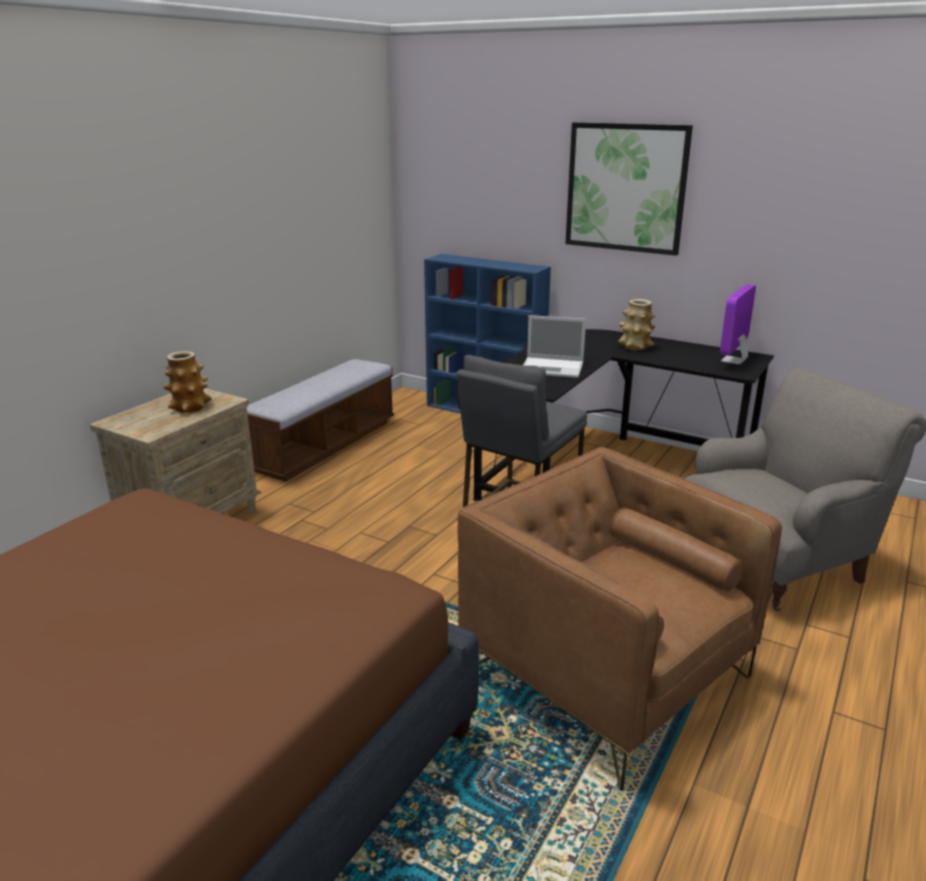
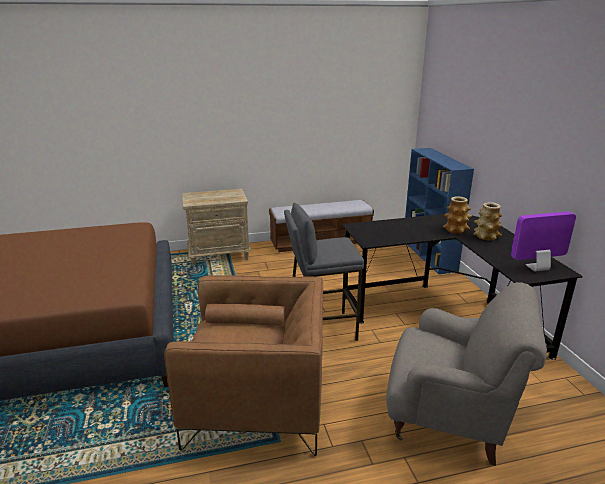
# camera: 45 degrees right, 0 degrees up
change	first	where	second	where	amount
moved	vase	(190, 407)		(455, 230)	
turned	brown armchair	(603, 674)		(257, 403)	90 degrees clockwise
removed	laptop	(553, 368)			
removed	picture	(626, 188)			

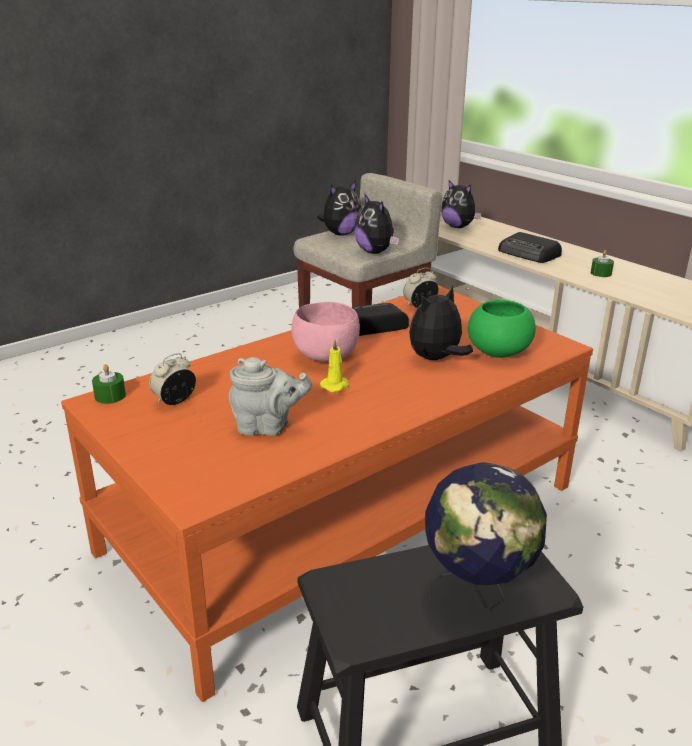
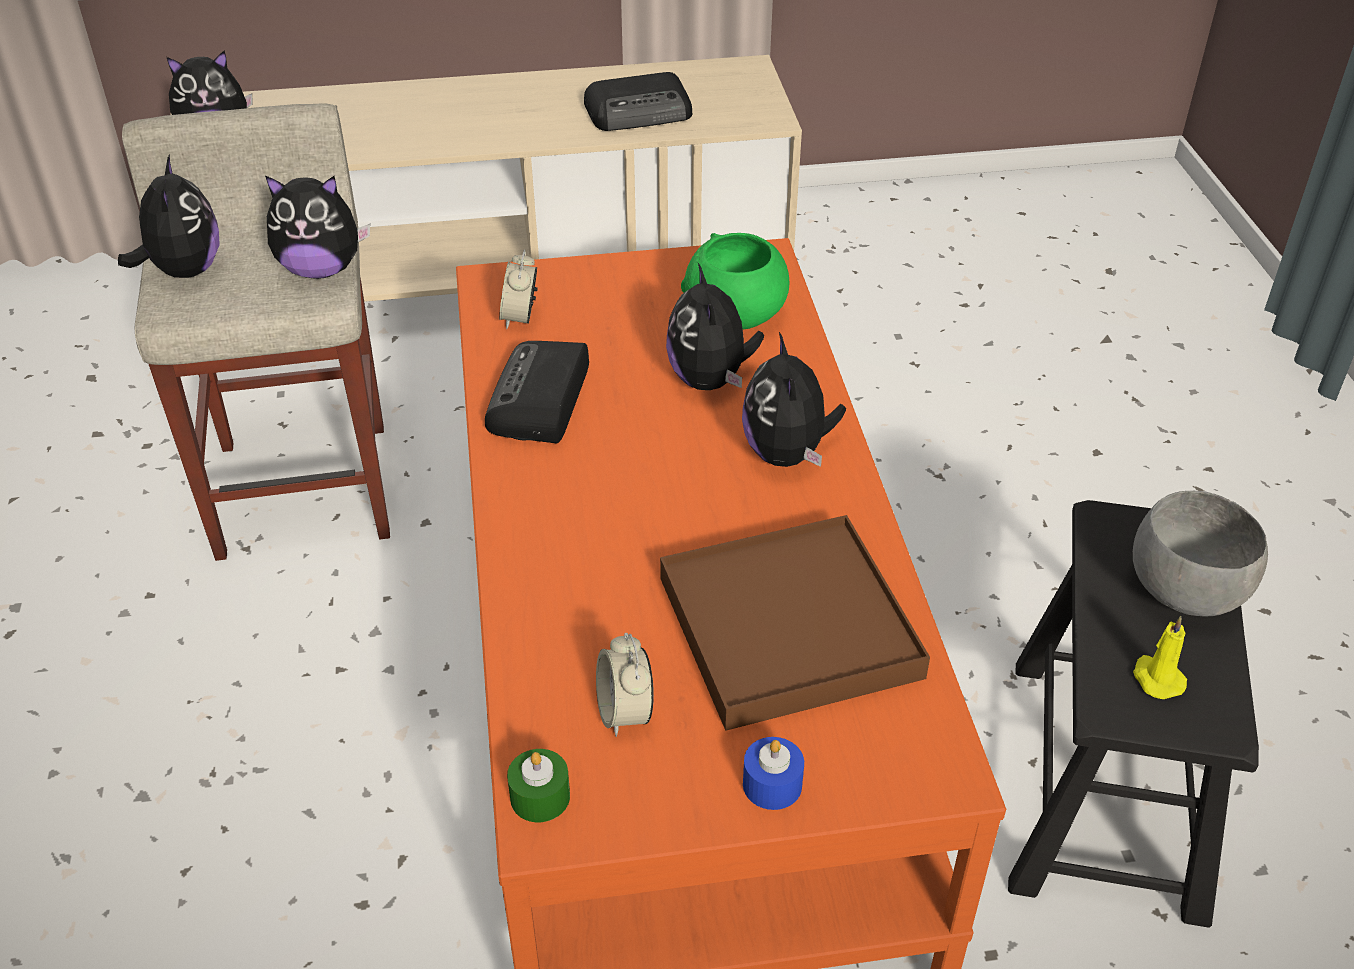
# camera: 60 degrees left, 15 degrees up
change	first	where	second	where	amount
replaced	grey teapot	(267, 427)	brown tray	(788, 628)	
removed	pink bowl	(326, 356)			
moved	yellow candle	(335, 385)		(1156, 678)	
replaced	globe	(477, 593)	grey bowl	(1184, 590)	
moved	radio	(529, 254)		(640, 112)	
removed	green candle	(601, 273)			
added			plush toy	(787, 454)	
added			blue candle	(772, 784)	

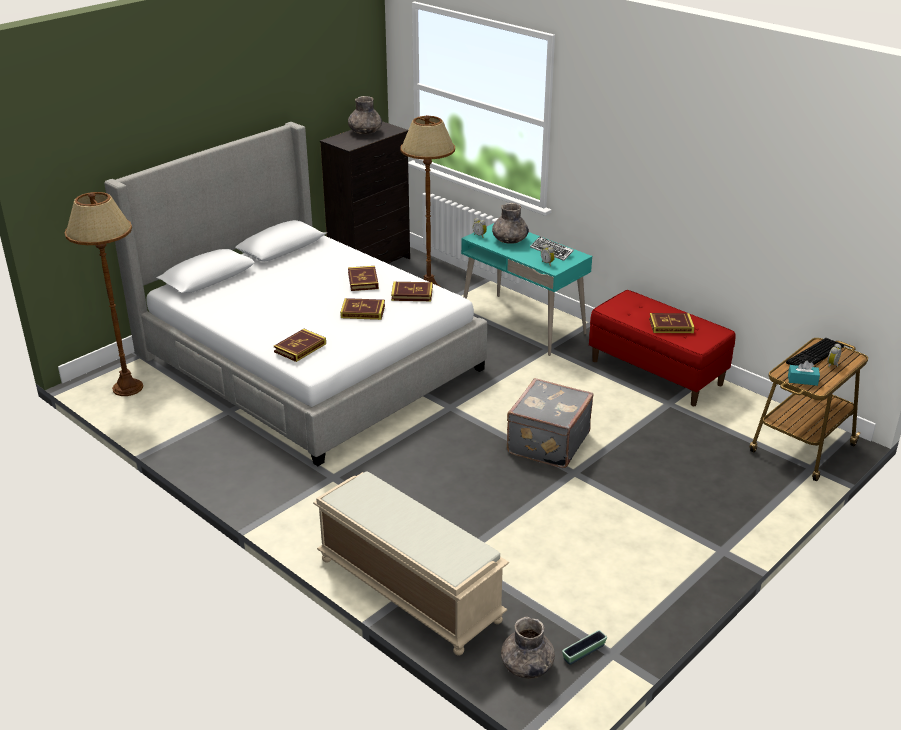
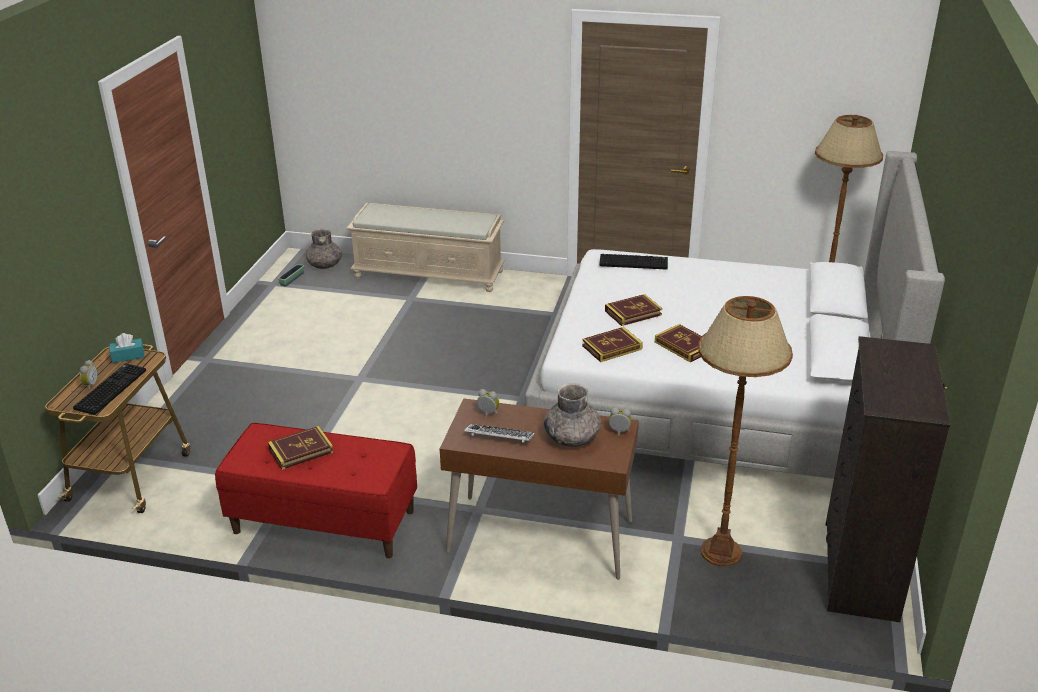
# camera: 150 degrees right, 0 degrees up
change	first	where	second	where	amount
replaced	book	(300, 348)	keyboard	(634, 262)	
removed	grey vase	(365, 132)			
recoloured	turquoise desk	(523, 324)	brown desk	(540, 537)	
removed	grey suitcase	(546, 443)			

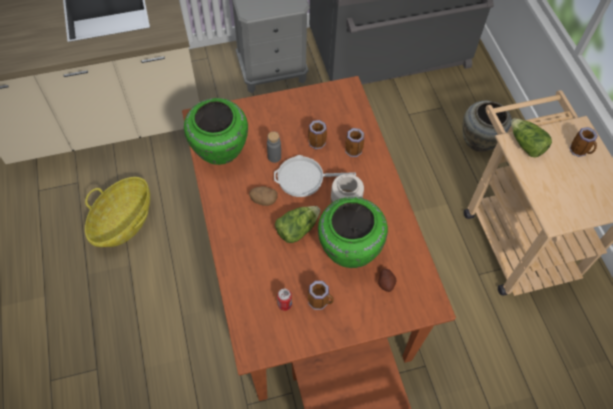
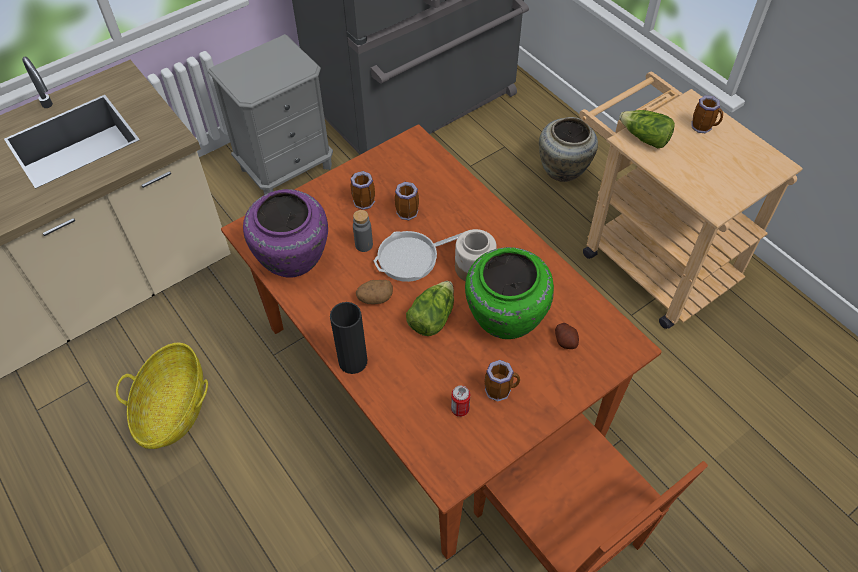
# camera: 20 degrees left, 5 degrees down
change	first	where	second	where	amount
recoloured	green vase	(219, 152)	purple vase	(293, 261)	
moved	mug	(352, 149)		(362, 201)	
added			black vase	(353, 361)	

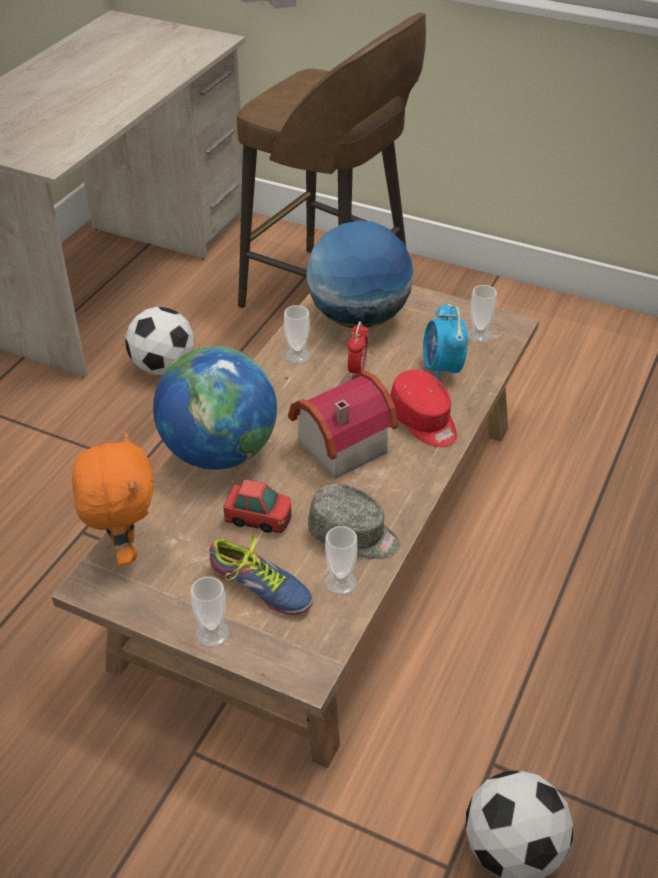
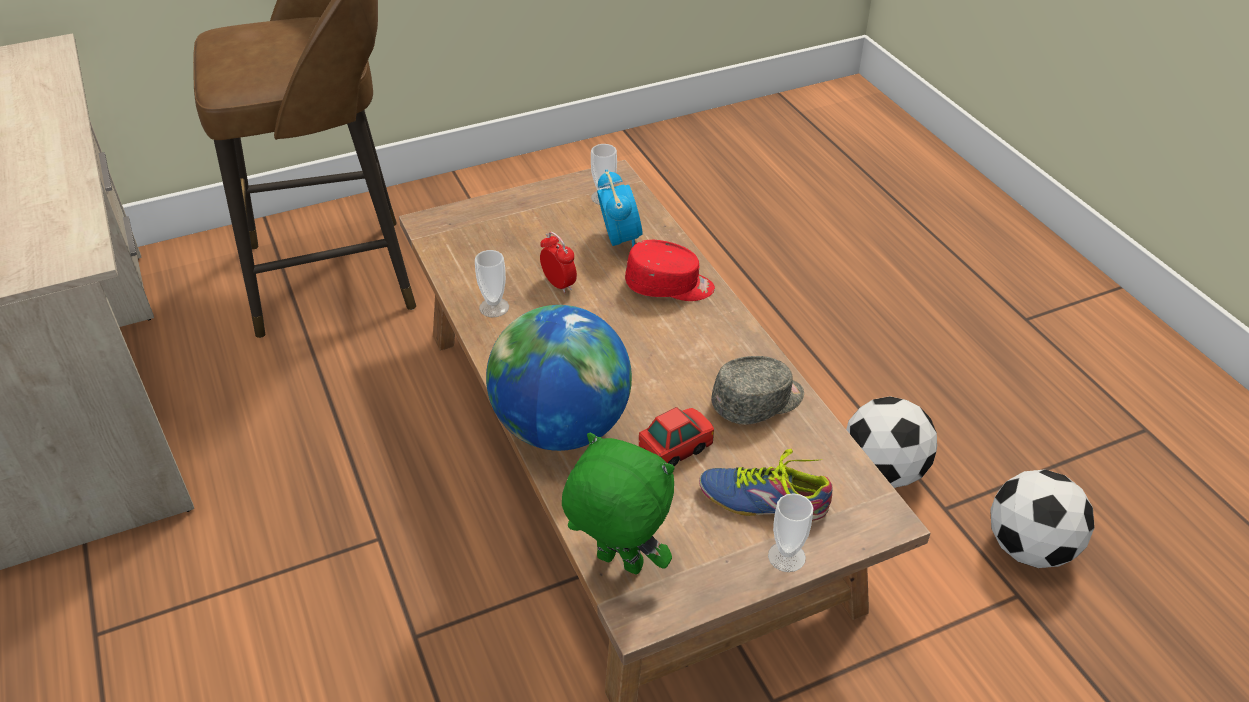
# camera: 50 degrees left, 0 degrees up
change	first	where	second	where	amount
recoloured	orange plush toy	(124, 549)	green plush toy	(617, 564)	
moved	football	(163, 367)		(883, 471)	
turned	shoe	(259, 589)		(763, 496)	150 degrees counterclockwise
removed	toy house	(337, 445)			
removed	globe	(358, 318)			
removed	cup	(340, 582)			
turned	alarm clock	(442, 369)		(620, 240)	135 degrees counterclockwise

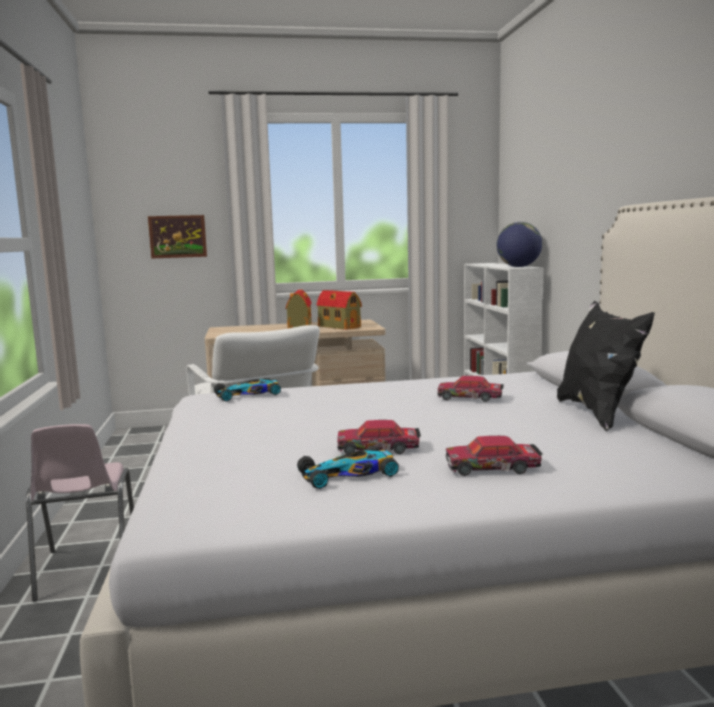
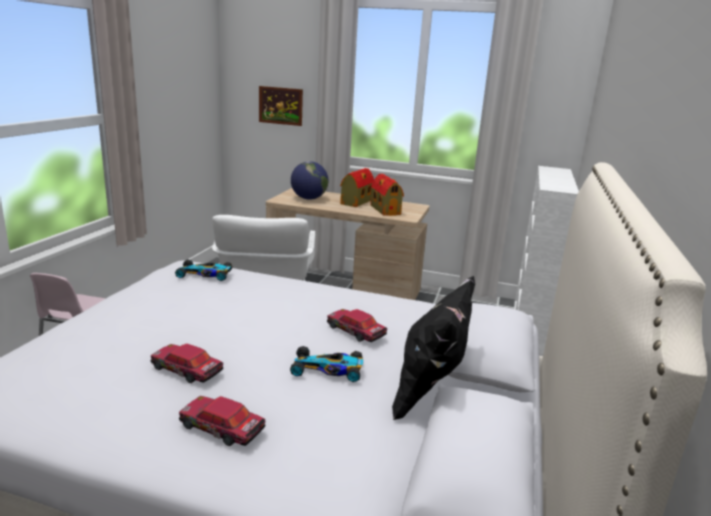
# camera: 25 degrees right, 10 degrees up
change	first	where	second	where	amount
moved	toy car	(350, 474)		(329, 369)	
moved	globe	(518, 267)		(309, 199)	

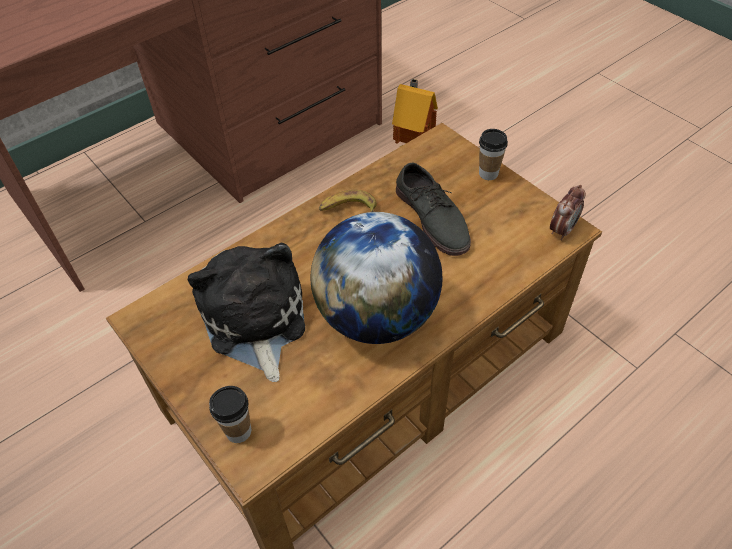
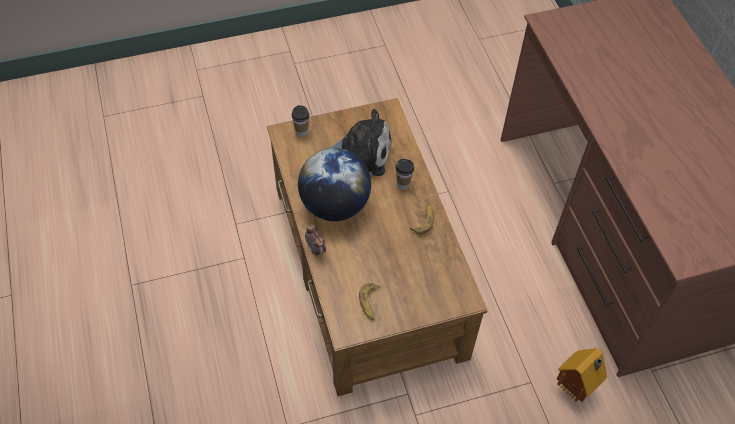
# camera: 110 degrees right, 5 degrees up
change	first	where	second	where	amount
removed	grey shoe	(433, 217)			
moved	cup	(488, 174)		(403, 184)	
moved	alarm clock	(562, 230)		(316, 250)	
added			banana	(370, 303)	

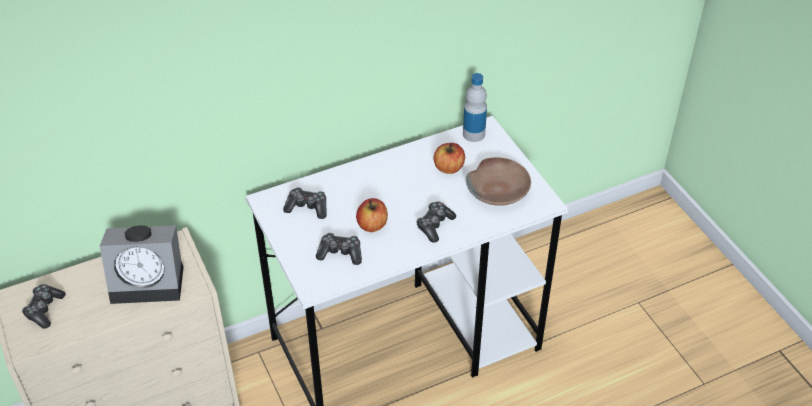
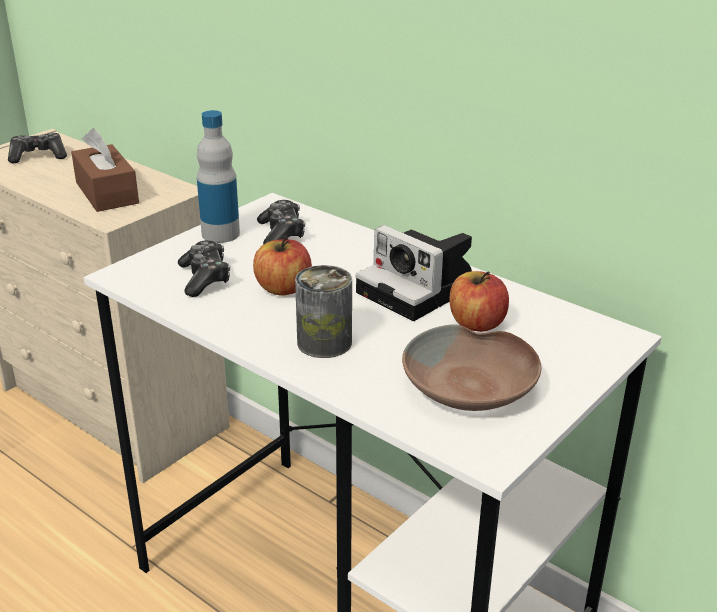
# camera: 65 degrees right, 15 degrees down
change	first	where	second	where	amount
replaced	alarm clock	(150, 281)	brown tissue box	(107, 193)	
replaced	game controller	(434, 225)	can	(324, 342)	
moved	bottle	(473, 134)		(220, 234)	
added			photo camera	(421, 290)	

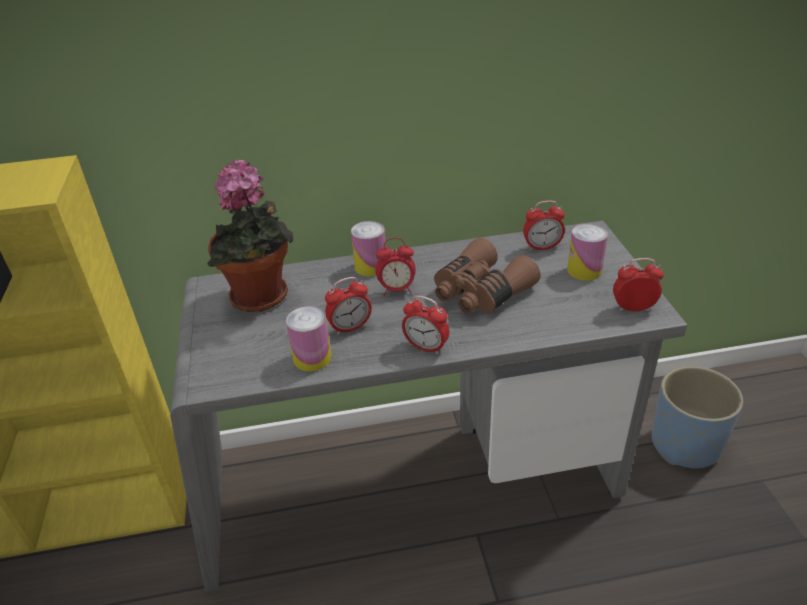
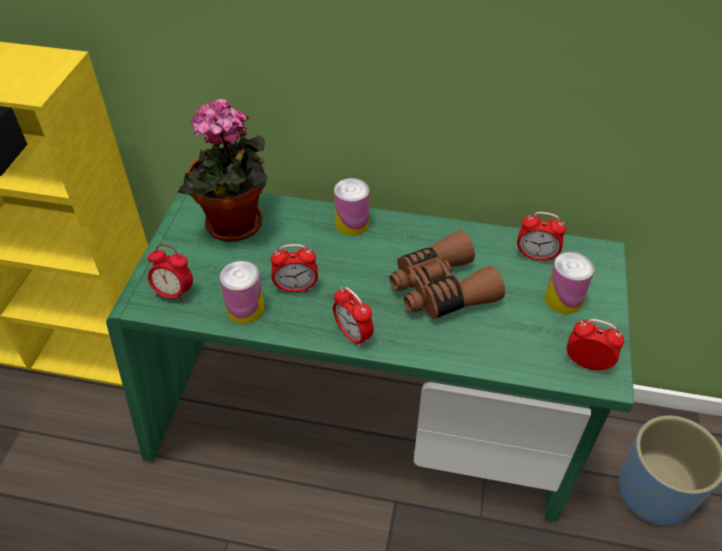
# camera: 20 degrees right, 10 degrees up
change	first	where	second	where	amount
recoloured	grey desk	(413, 484)	green desk	(361, 429)	
moved	alarm clock	(397, 290)		(174, 293)	

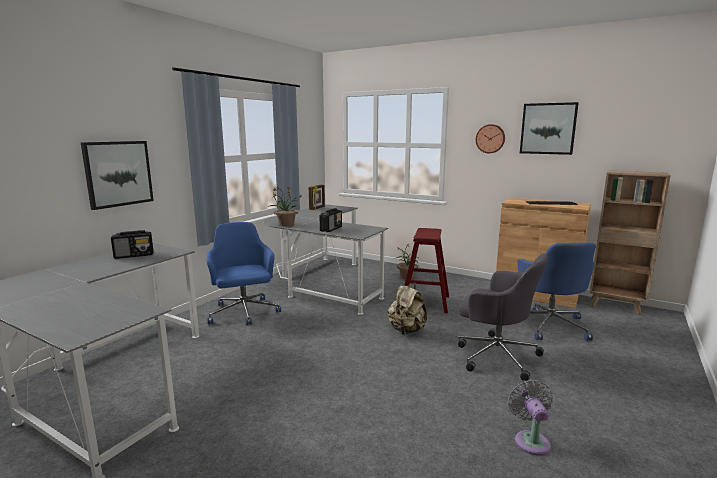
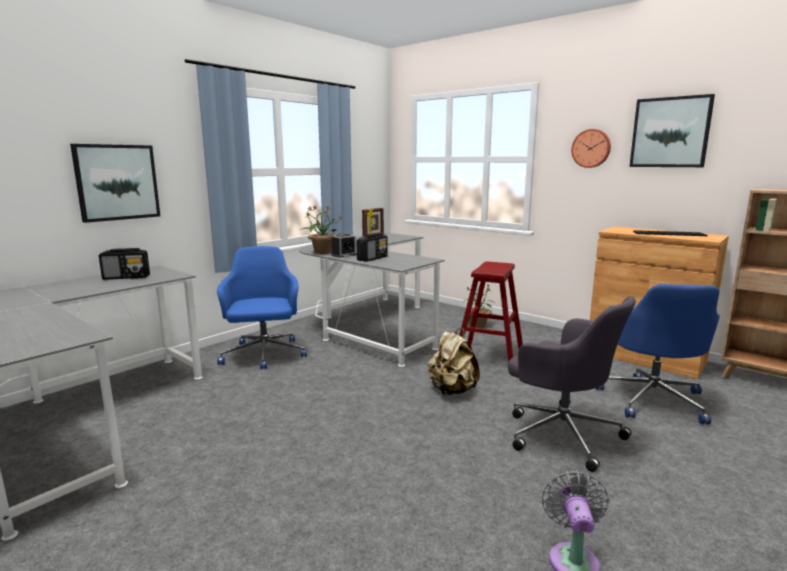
# camera: 10 degrees right, 0 degrees up
change	first	where	second	where	amount
added			alarm clock	(344, 255)	

